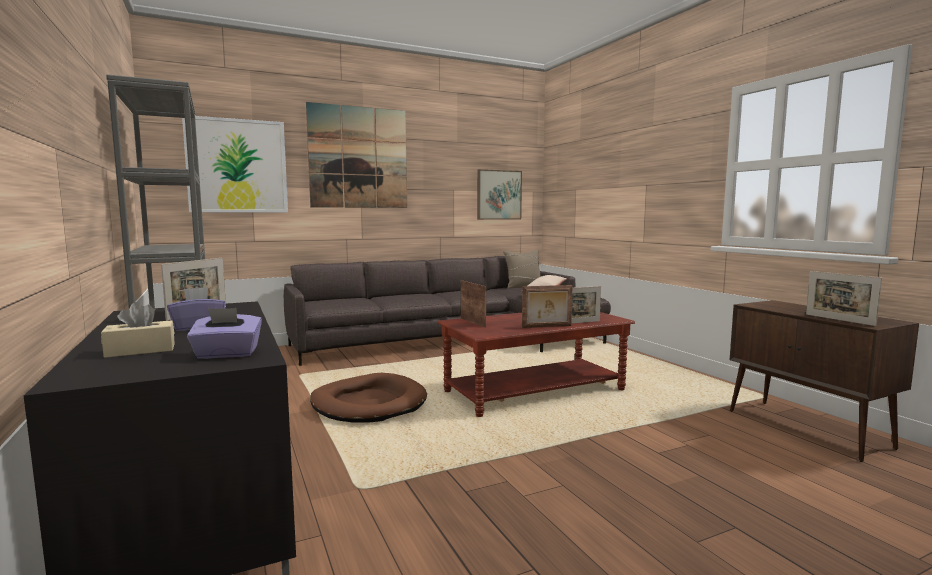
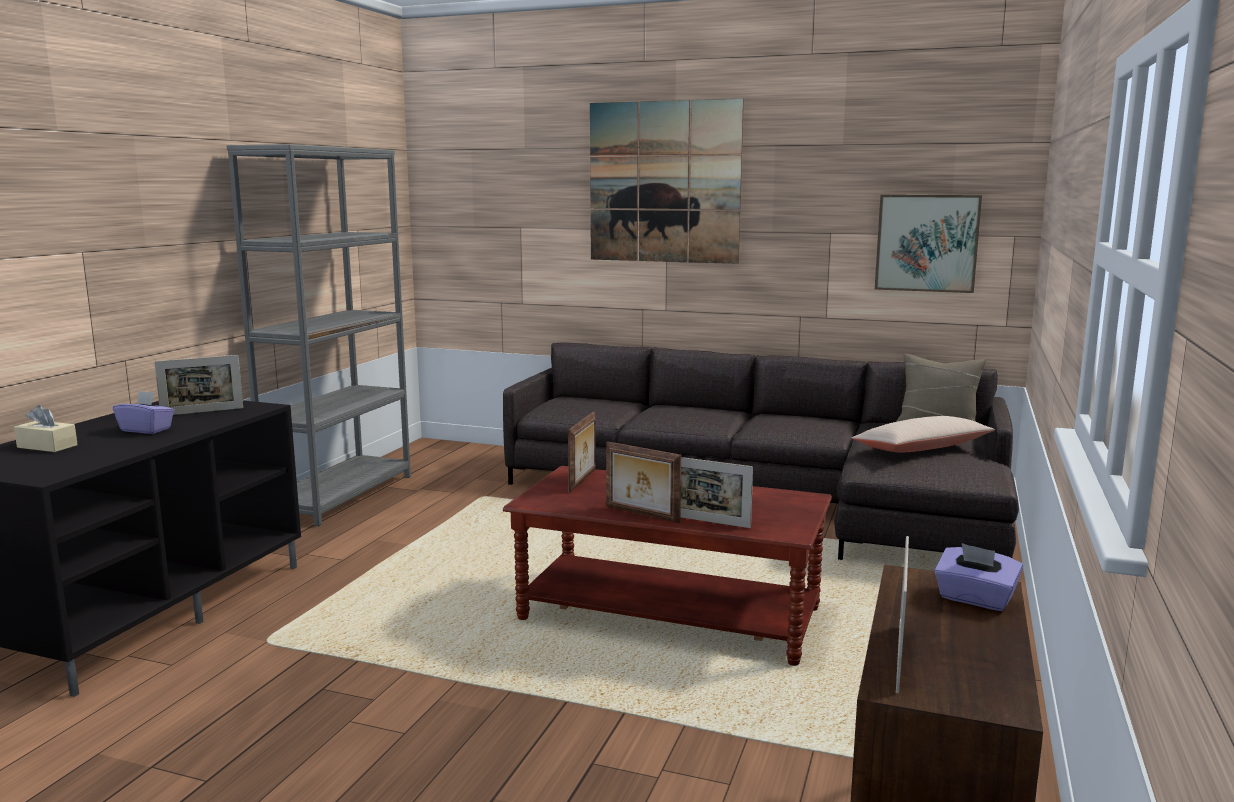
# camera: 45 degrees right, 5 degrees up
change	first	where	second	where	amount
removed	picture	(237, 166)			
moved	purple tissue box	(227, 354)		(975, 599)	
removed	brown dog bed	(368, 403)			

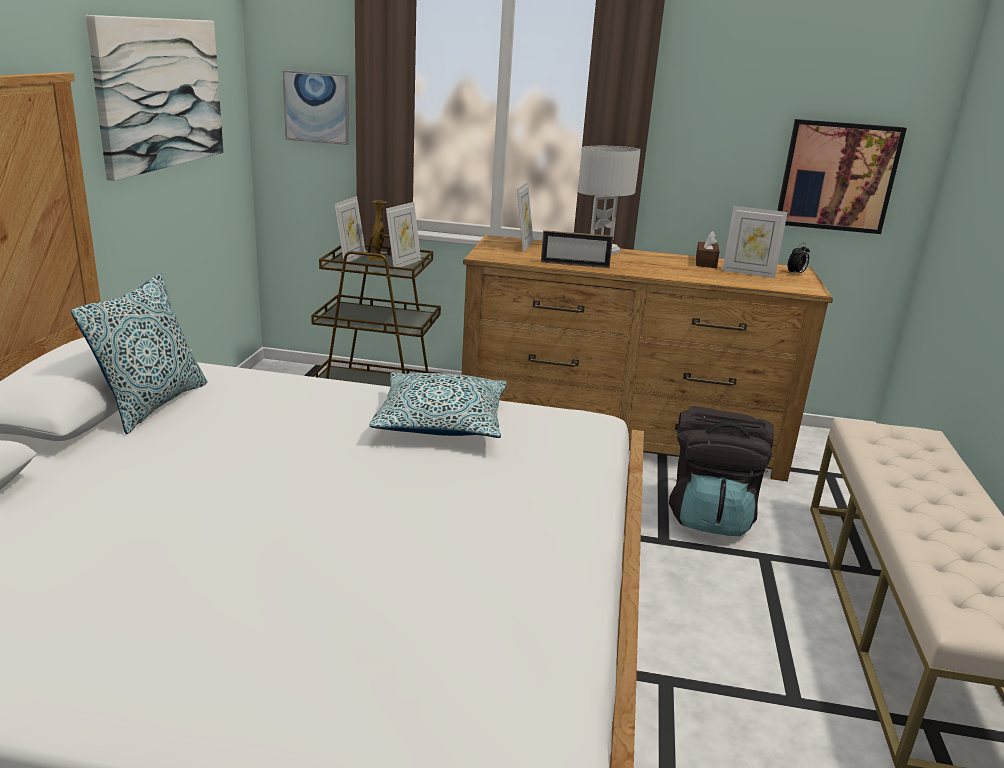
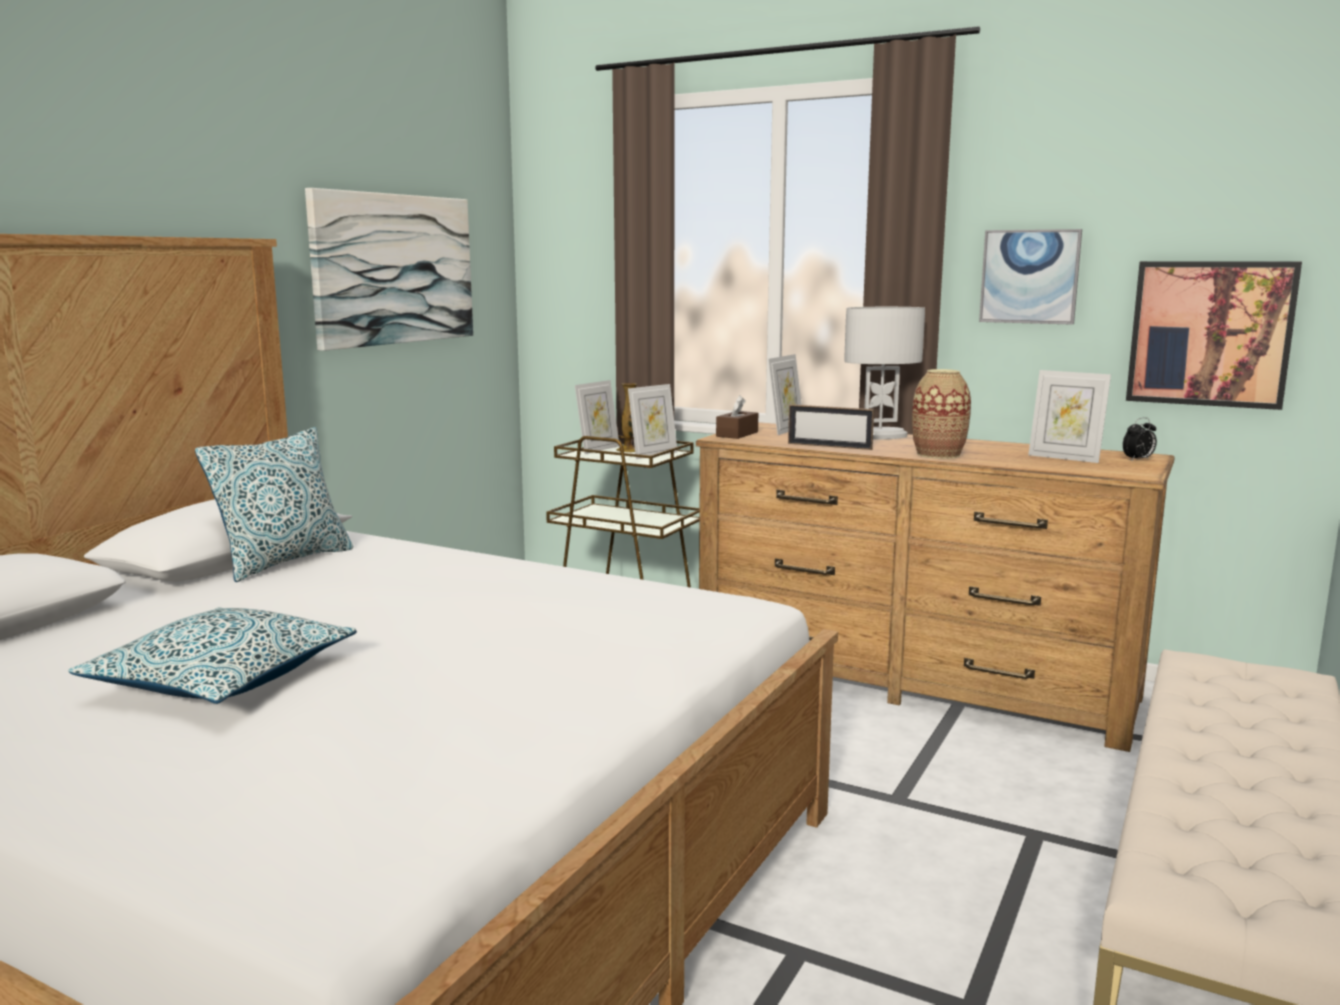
# camera: 20 degrees right, 10 degrees down
change	first	where	second	where	amount
moved	picture	(317, 107)		(1029, 276)	
moved	pillow	(441, 421)		(222, 680)	
removed	black backpack	(710, 515)			
moved	brown tissue box	(706, 262)		(737, 434)	
added			vase	(938, 454)	

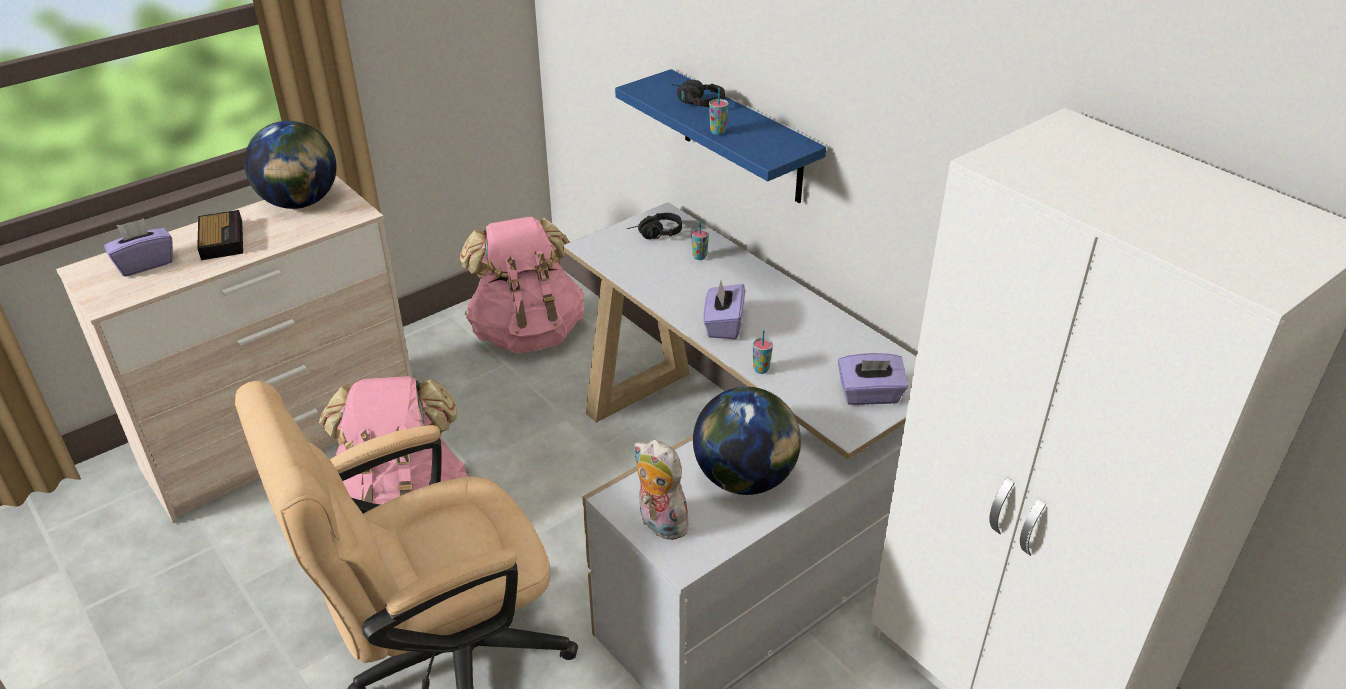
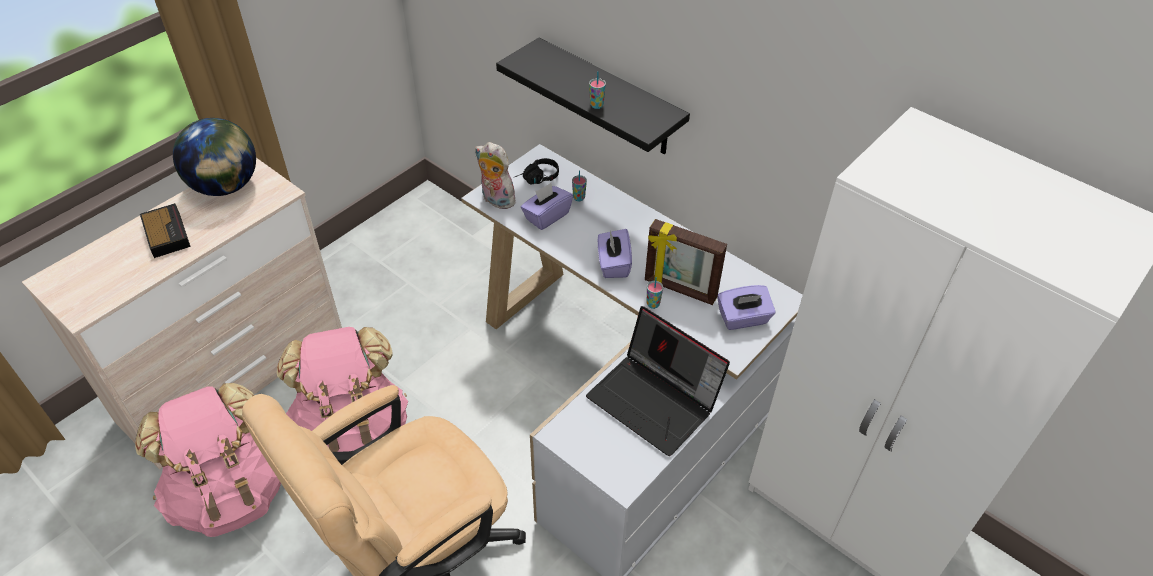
# camera: 10 degrees left, 10 degrees up
change	first	where	second	where	amount
moved	purple tissue box	(145, 263)		(546, 216)	
moved	pink backpack	(527, 332)		(231, 493)	
recoloured	blue shelf	(742, 137)	black shelf	(609, 98)	
moved	plush toy	(659, 523)		(496, 200)	
removed	black headphones	(695, 102)			
replaced	globe	(745, 479)	laptop	(655, 401)	
added			picture frame	(680, 290)	

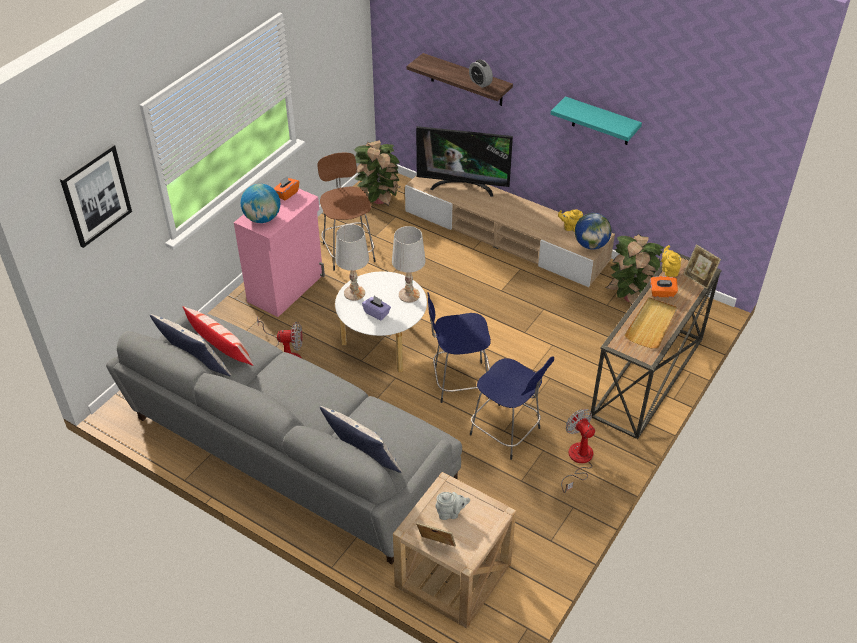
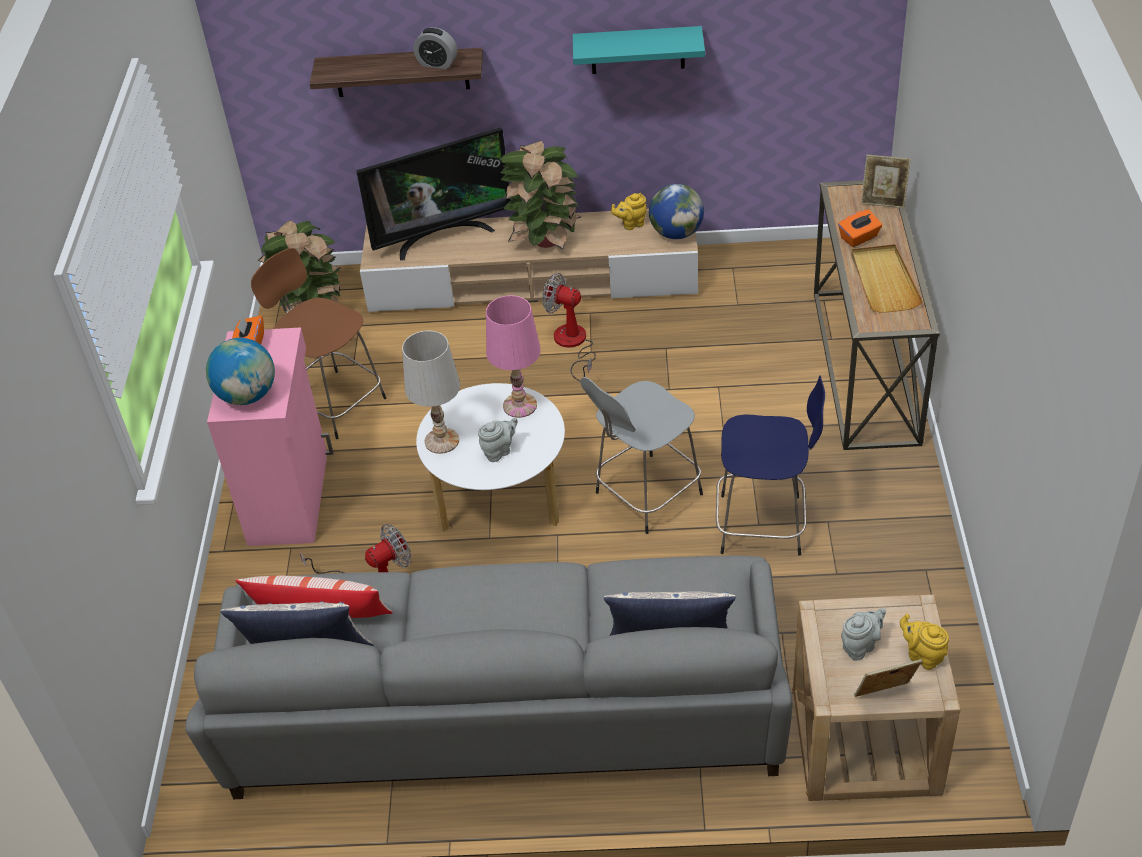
# camera: 30 degrees left, 0 degrees up
change	first	where	second	where	amount
removed	picture	(96, 195)			
replaced	purple tissue box	(377, 313)	grey teapot	(499, 451)	
recoloured	white table lamp	(408, 295)	pink table lamp	(519, 406)	
recoloured	blue stool	(459, 382)	grey stool	(645, 495)	
moved	fan	(578, 461)		(573, 345)	
moved	potted plant	(631, 295)		(545, 238)	
moved	yellow teapot	(669, 271)		(923, 655)	

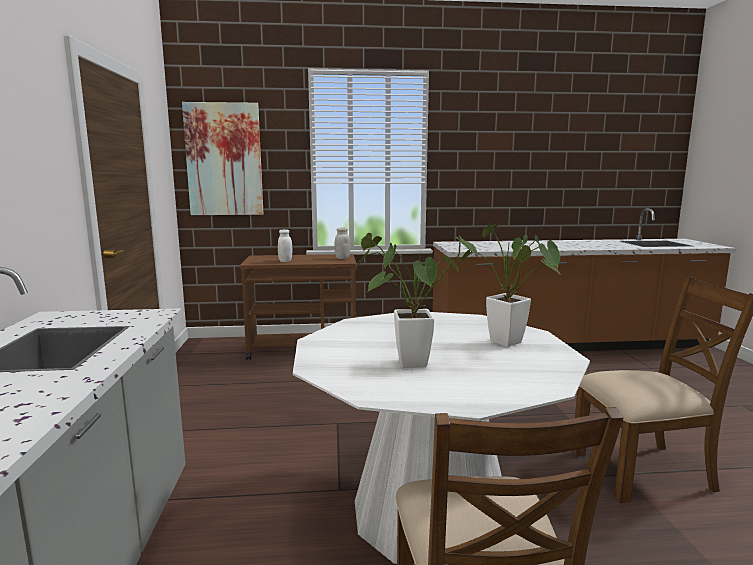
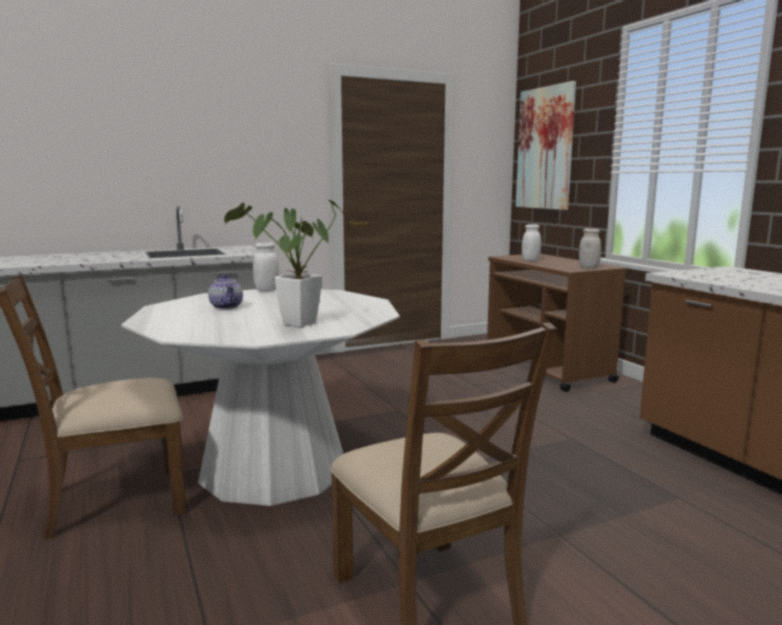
# camera: 70 degrees right, 0 degrees up
change	first	where	second	where	amount
replaced	potted plant	(404, 363)	teapot	(227, 307)	
added			white jar	(267, 290)	

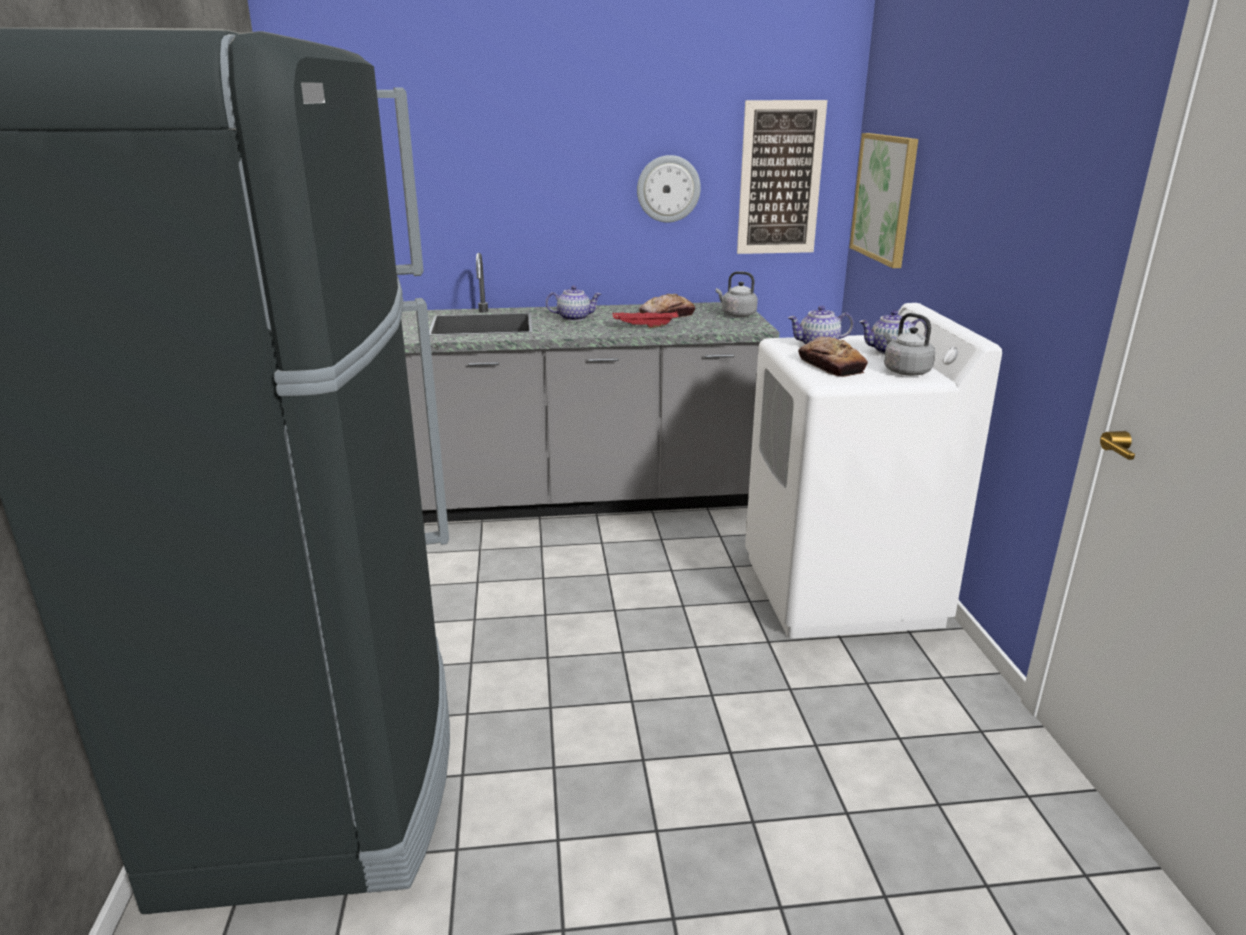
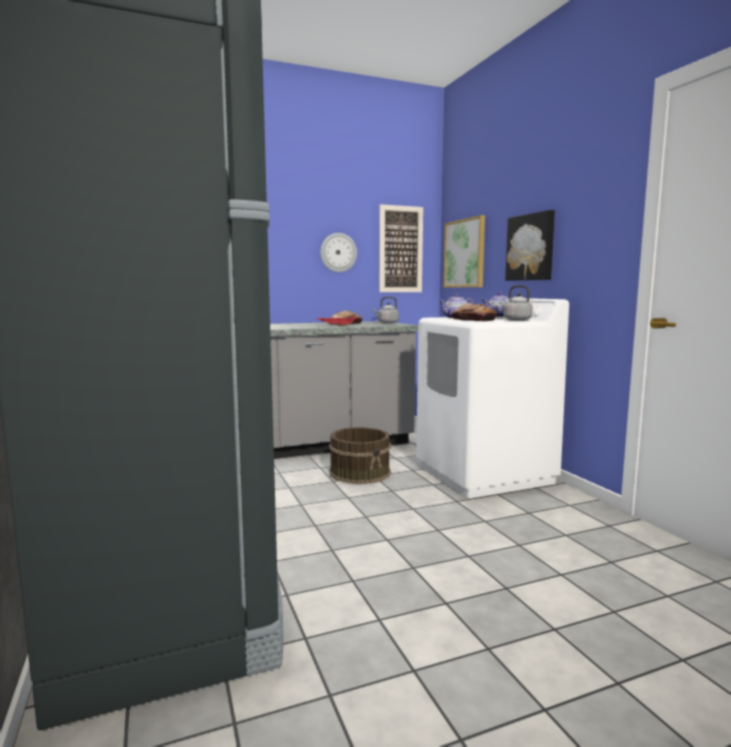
# camera: 15 degrees left, 15 degrees down
change	first	where	second	where	amount
removed	teapot	(574, 318)			
added			brown bucket	(360, 472)	
added			picture	(531, 247)	

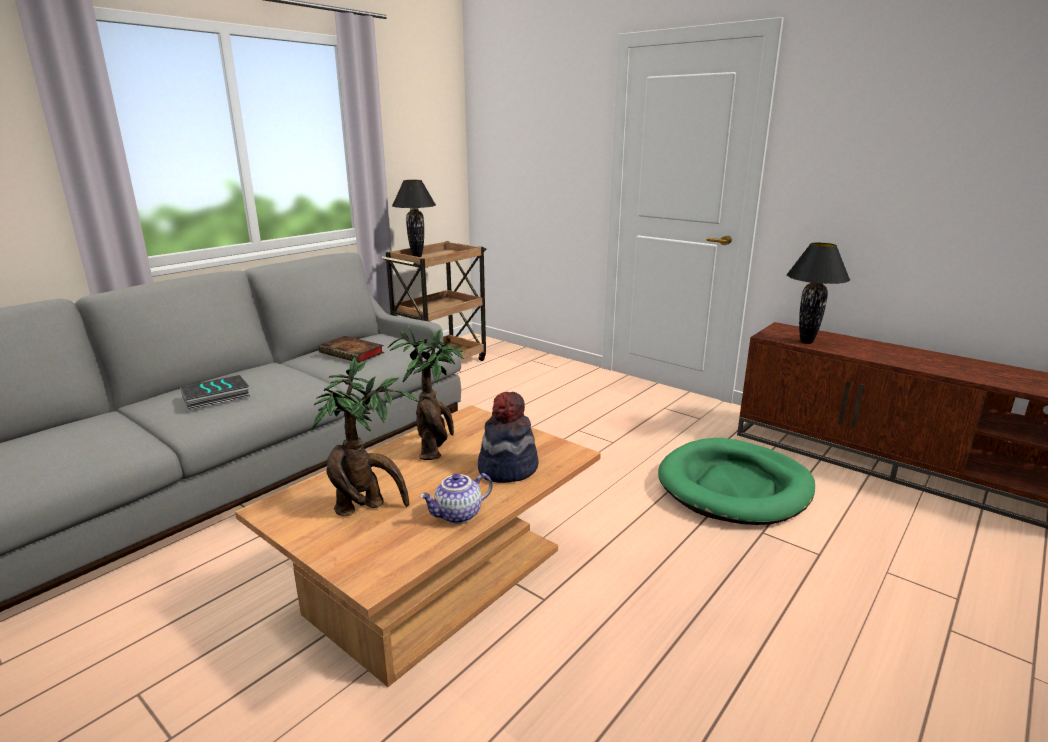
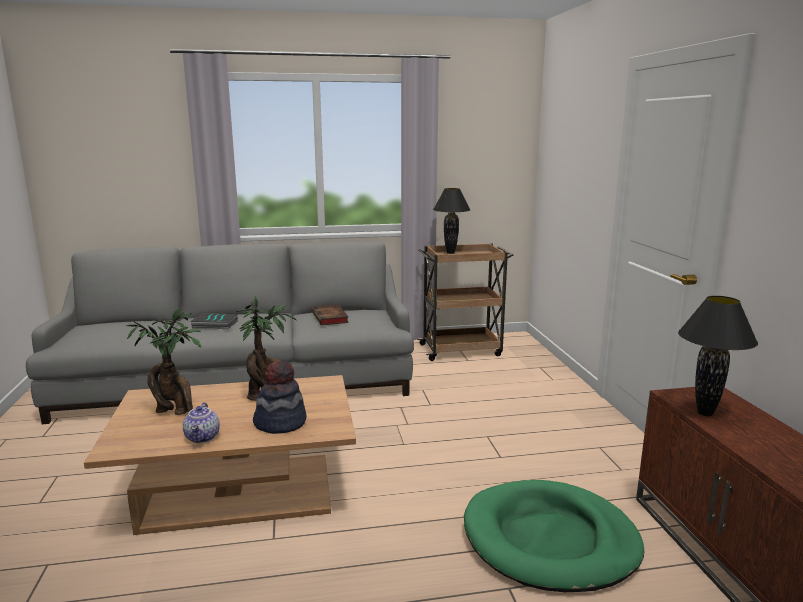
# camera: 40 degrees right, 5 degrees down
change	first	where	second	where	amount
turned	teapot	(458, 515)		(203, 437)	105 degrees counterclockwise

